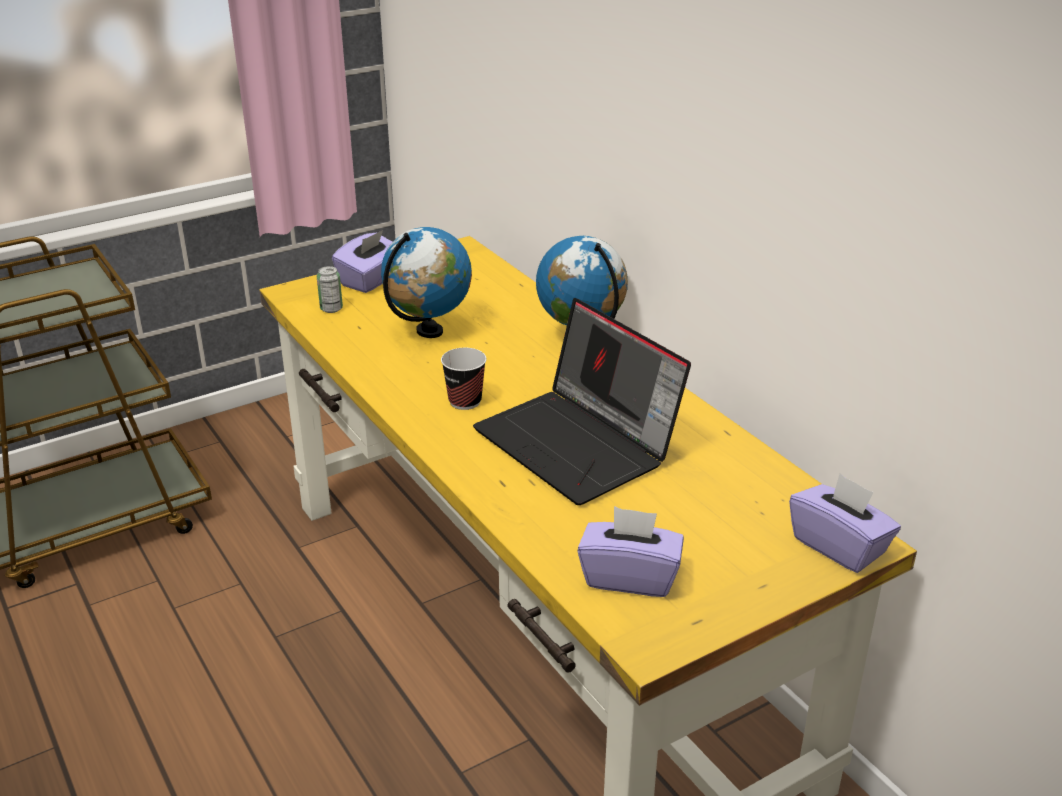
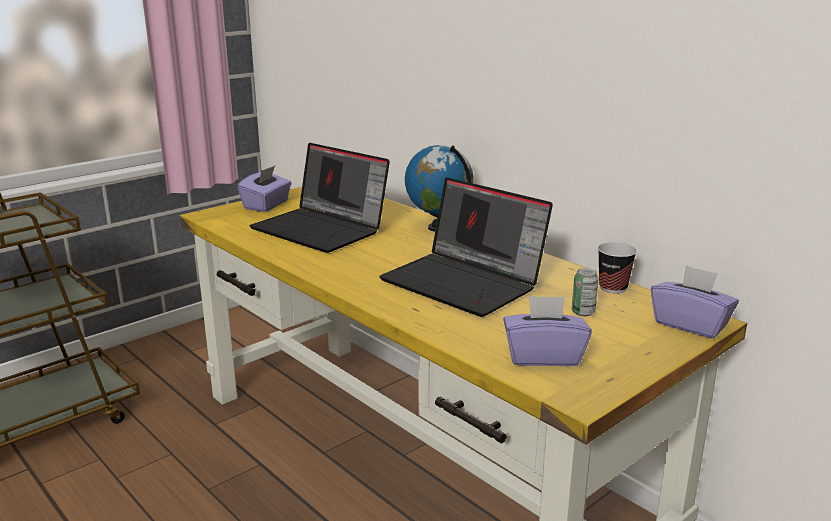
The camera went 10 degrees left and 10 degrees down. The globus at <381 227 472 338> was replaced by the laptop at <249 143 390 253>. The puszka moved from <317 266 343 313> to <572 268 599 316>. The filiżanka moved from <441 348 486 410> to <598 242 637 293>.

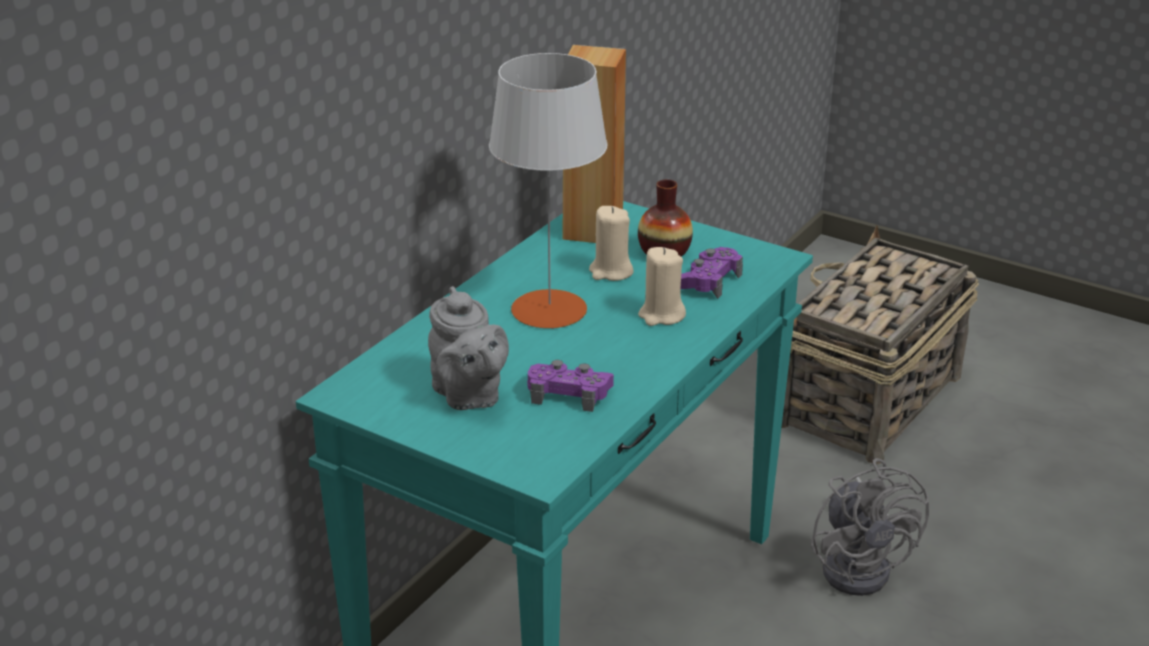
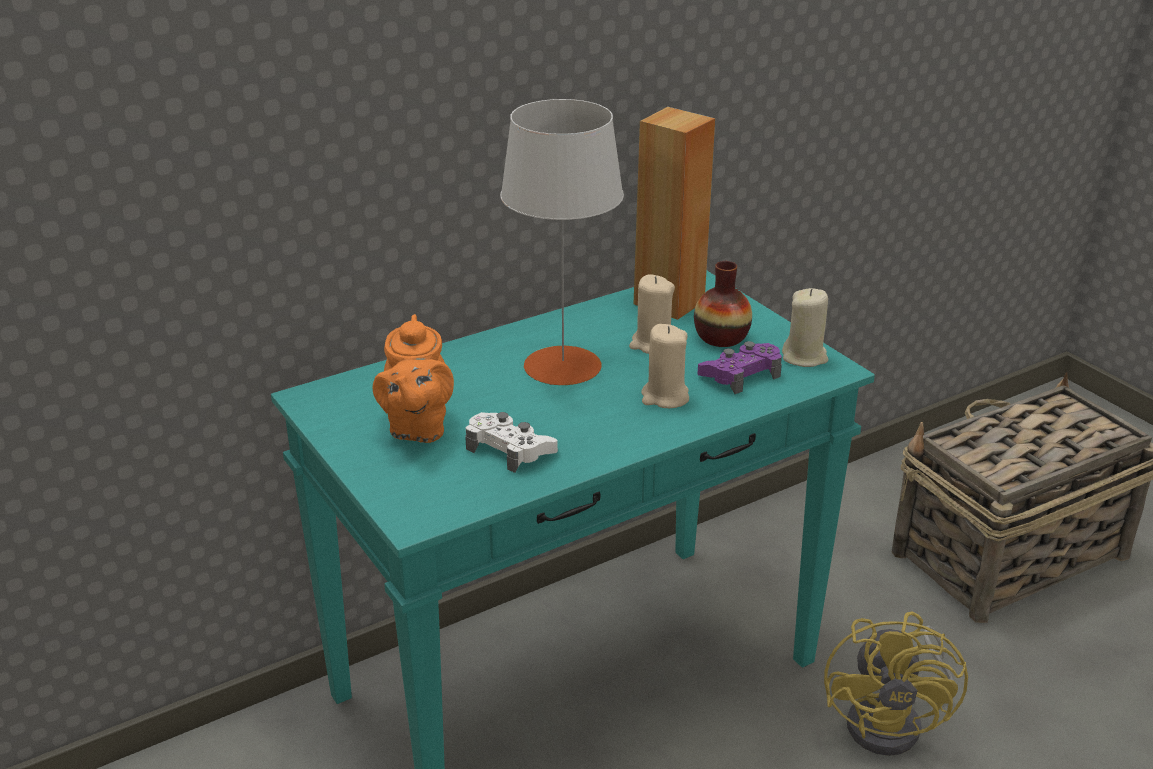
The camera went 25 degrees right and 0 degrees up. The imbryk/szary at <428 286 509 410> became the imbryk/pomarańczowy at <373 314 454 443>. The pad do gier/fioletowy at <527 360 614 412> became the pad do gier/biały at <465 412 558 473>. The wentylator/szary at <810 458 929 596> became the wentylator/żółty at <824 611 968 756>. The świeca/beżowy at <782 288 829 367> appeared.

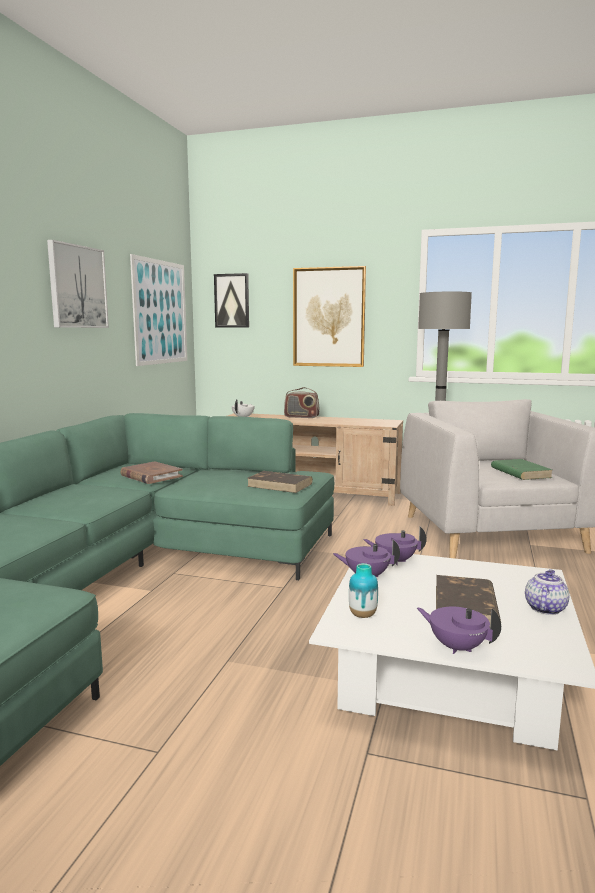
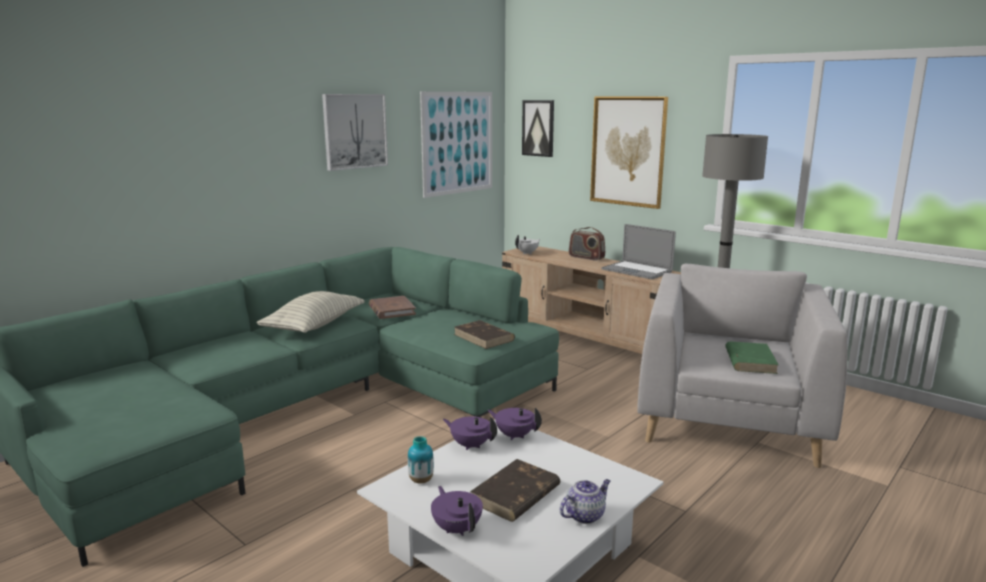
The camera went 25 degrees right and 5 degrees up. The laptop at <602 224 676 279> appeared. The poduszka at <256 291 365 333> appeared.

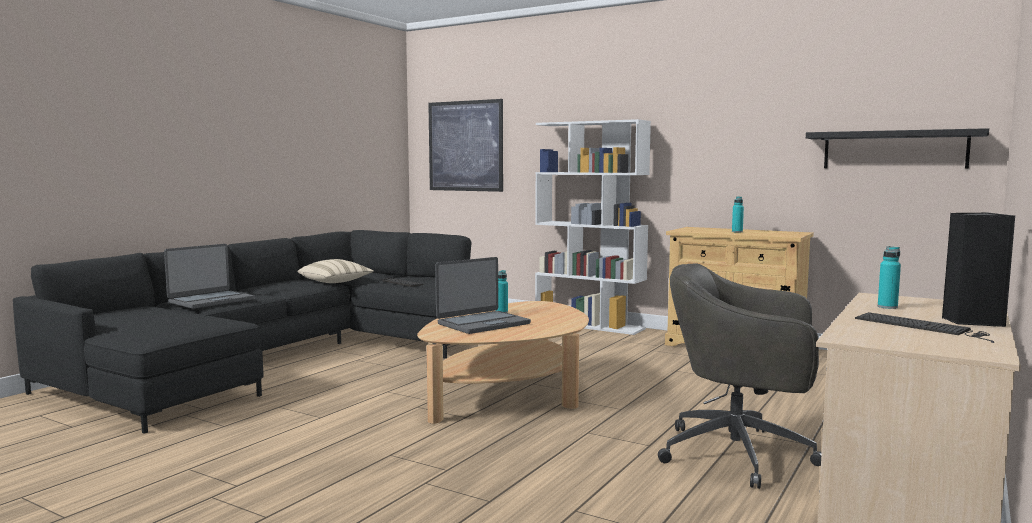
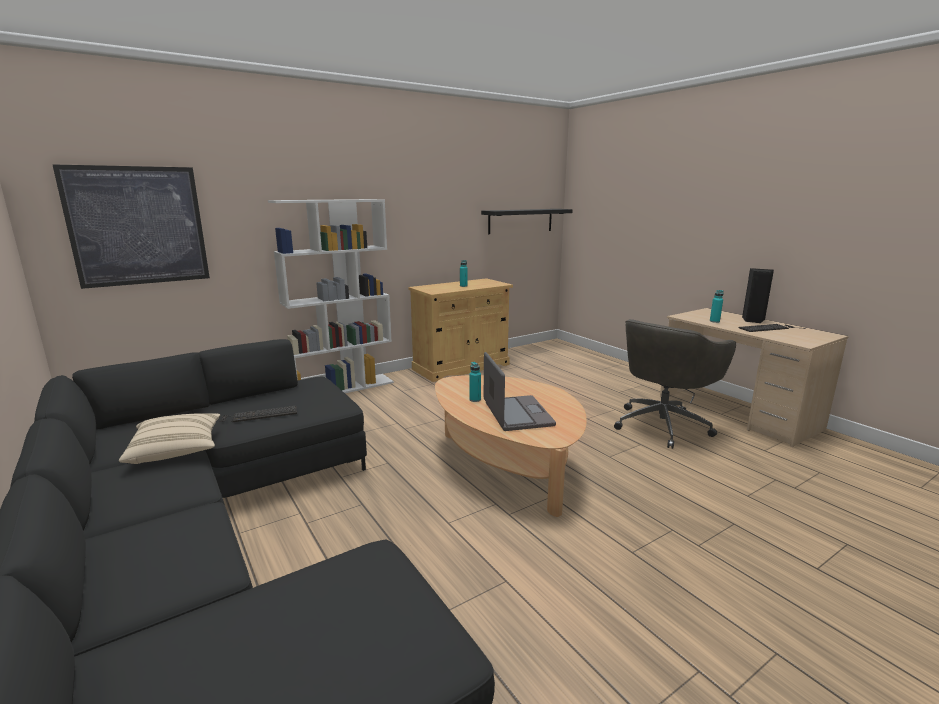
The camera went 65 degrees left and 10 degrees up. The laptop at <164 244 254 309> disappeared.

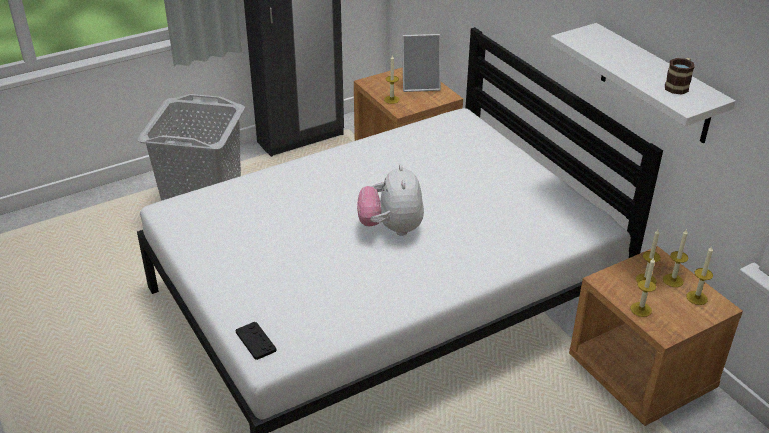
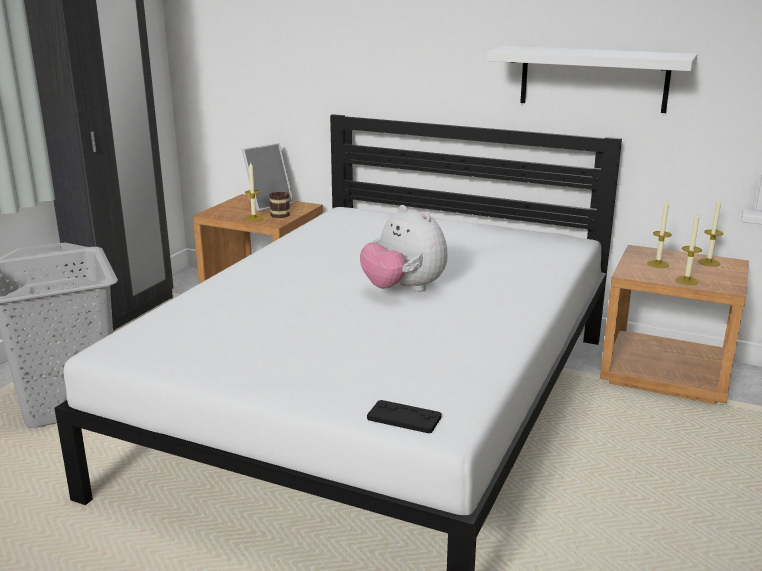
The camera went 35 degrees left and 15 degrees down. The kubek moved from <665 58 694 94> to <269 191 290 218>. The świeca at <663 229 688 287> disappeared.

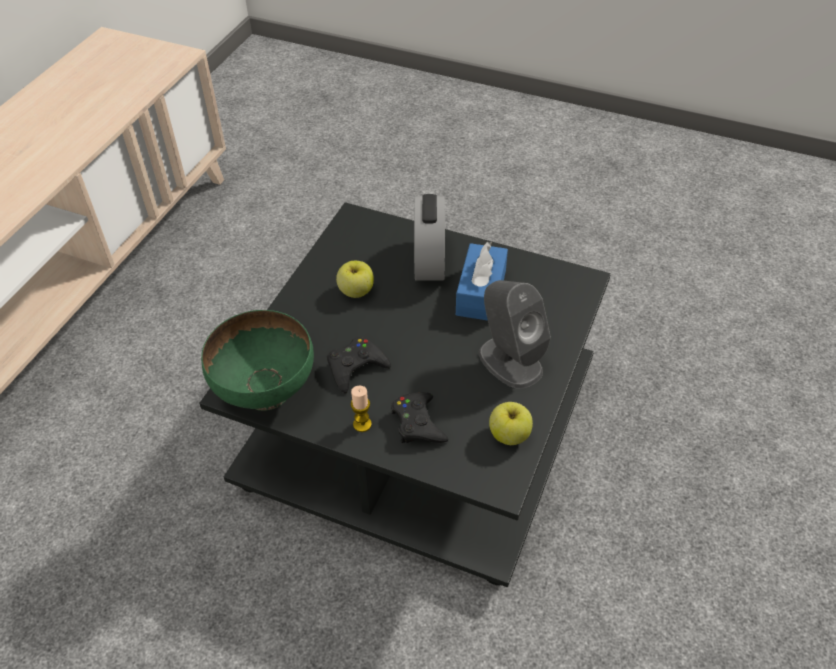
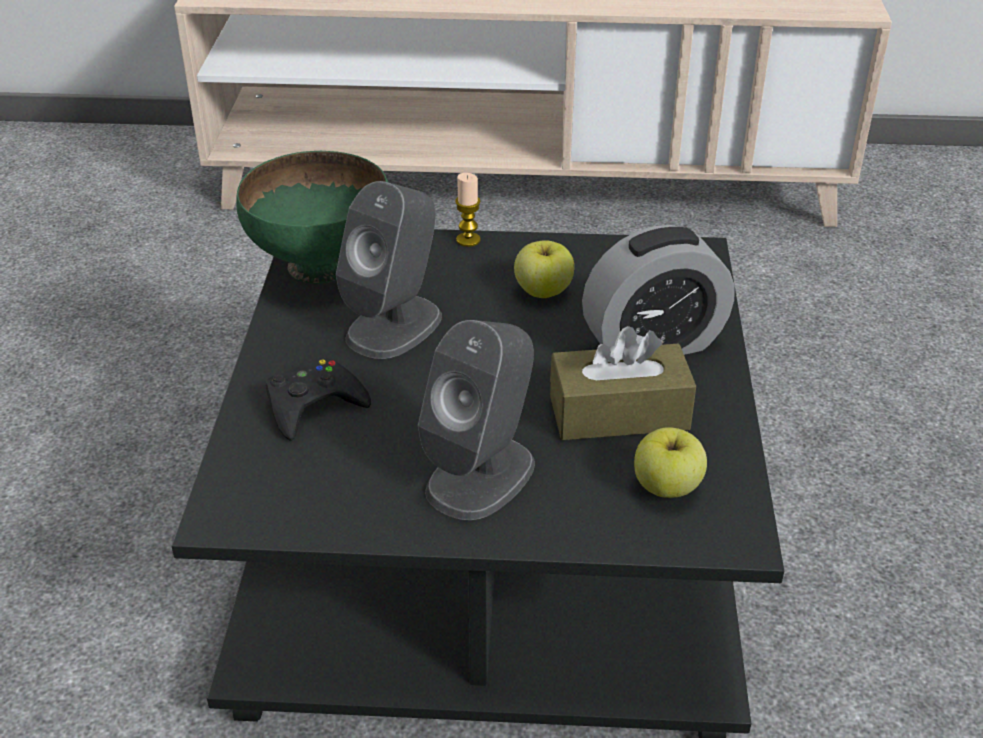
The camera went 70 degrees right and 10 degrees down. The pudełko chusteczek/niebieski at <456 242 508 320> became the pudełko chusteczek/brązowy at <550 326 696 440>. The pad do gier/czarny at <327 337 391 393> was replaced by the głośnik/szary at <336 181 442 359>. The świeca moved from <351 385 372 432> to <455 173 481 247>. The jabłko moved from <489 402 533 445> to <634 427 707 498>.

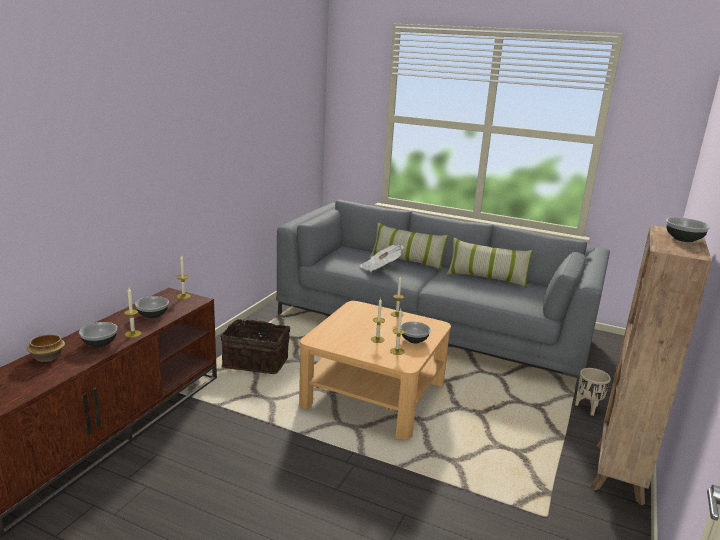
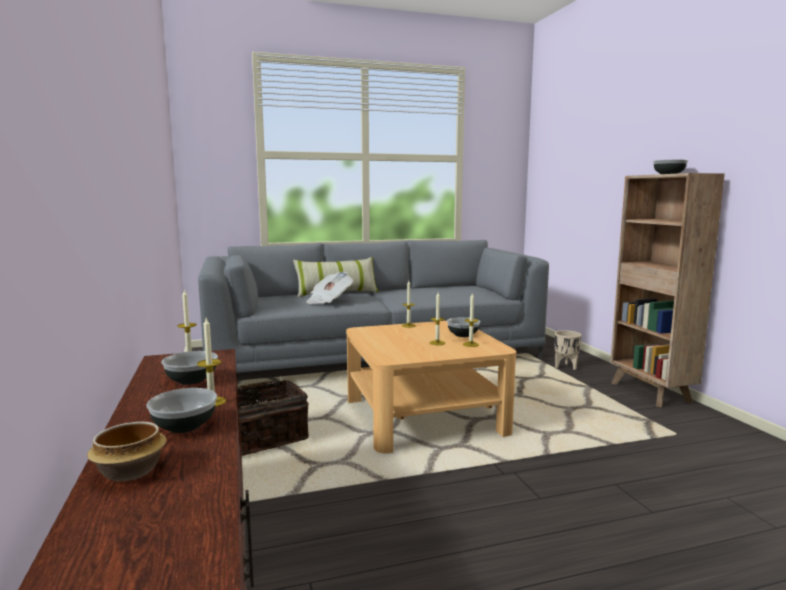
The camera went 40 degrees left and 10 degrees down. The poduszka at <447 238 533 288> disappeared.

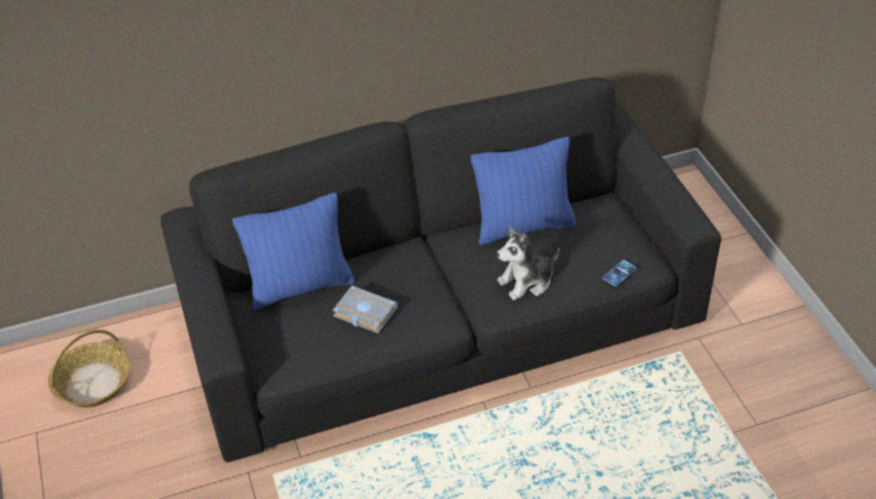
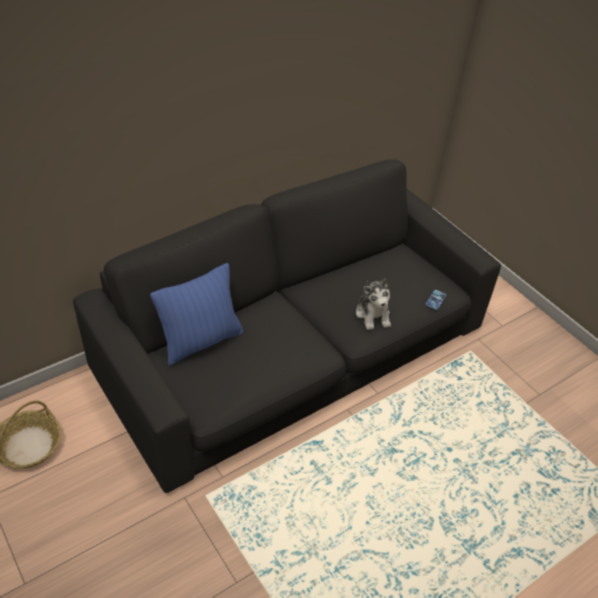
The camera went 20 degrees left and 0 degrees up. The poduszka/niebieski at <471 137 576 245> disappeared. The pluszak at <497 225 560 300> turned 60 degrees counterclockwise. The książka/szary at <332 286 398 334> disappeared.

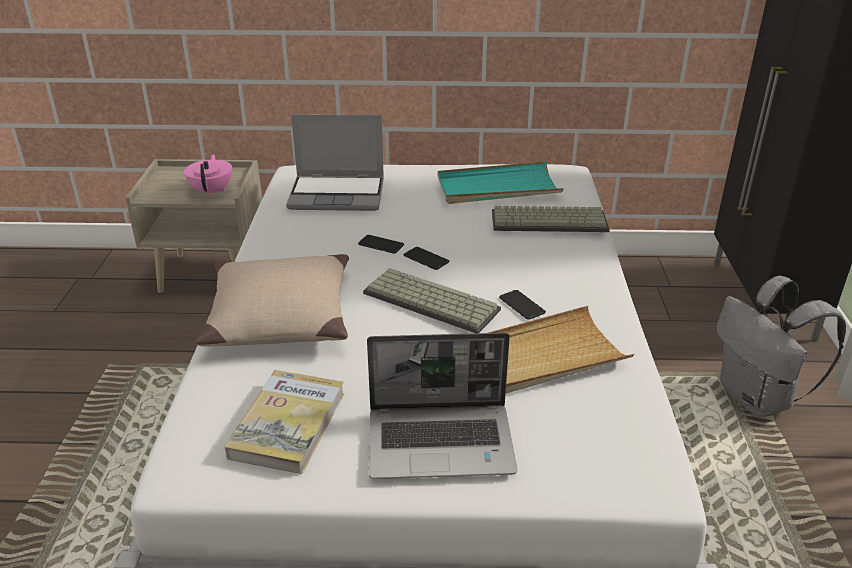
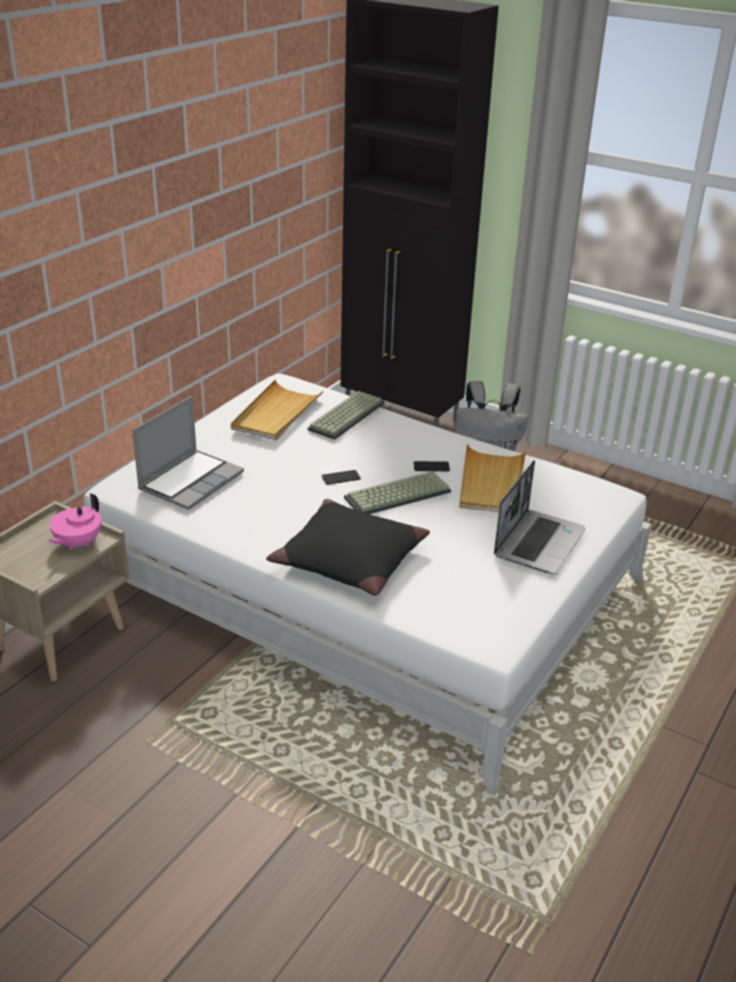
The camera went 60 degrees left and 0 degrees up. The imbryk/różowy at <184 154 232 197> turned 90 degrees counterclockwise. The taca/turkusowy at <438 161 564 204> became the taca/beżowy at <231 380 323 441>. The telefon at <358 235 404 254> disappeared. The poduszka/beżowy at <195 254 349 347> became the poduszka/czarny at <266 499 430 595>. The książka at <224 370 344 474> disappeared.

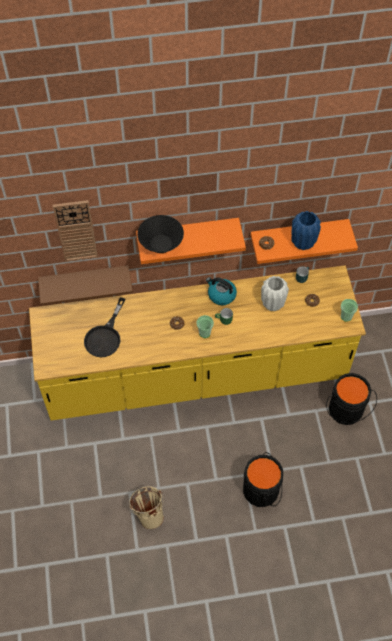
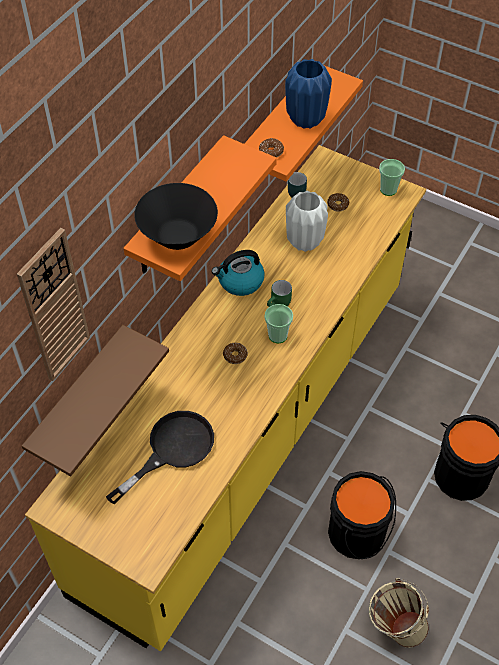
The camera went 50 degrees left and 5 degrees down. The patelnia/czarny at <84 297 125 357> turned 105 degrees counterclockwise. The wiadro/czarny moved from <326 373 377 425> to <328 471 396 559>.

